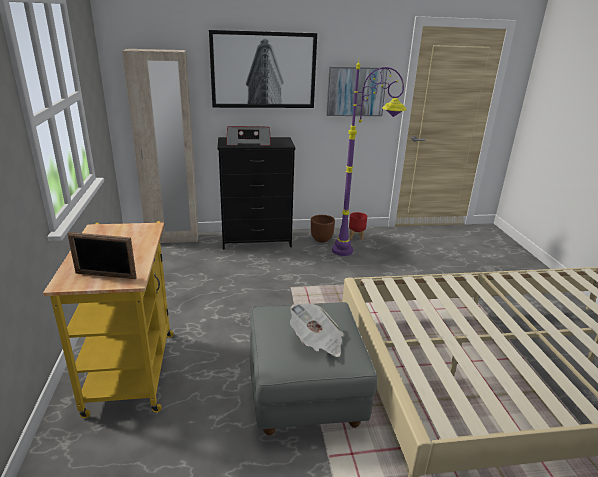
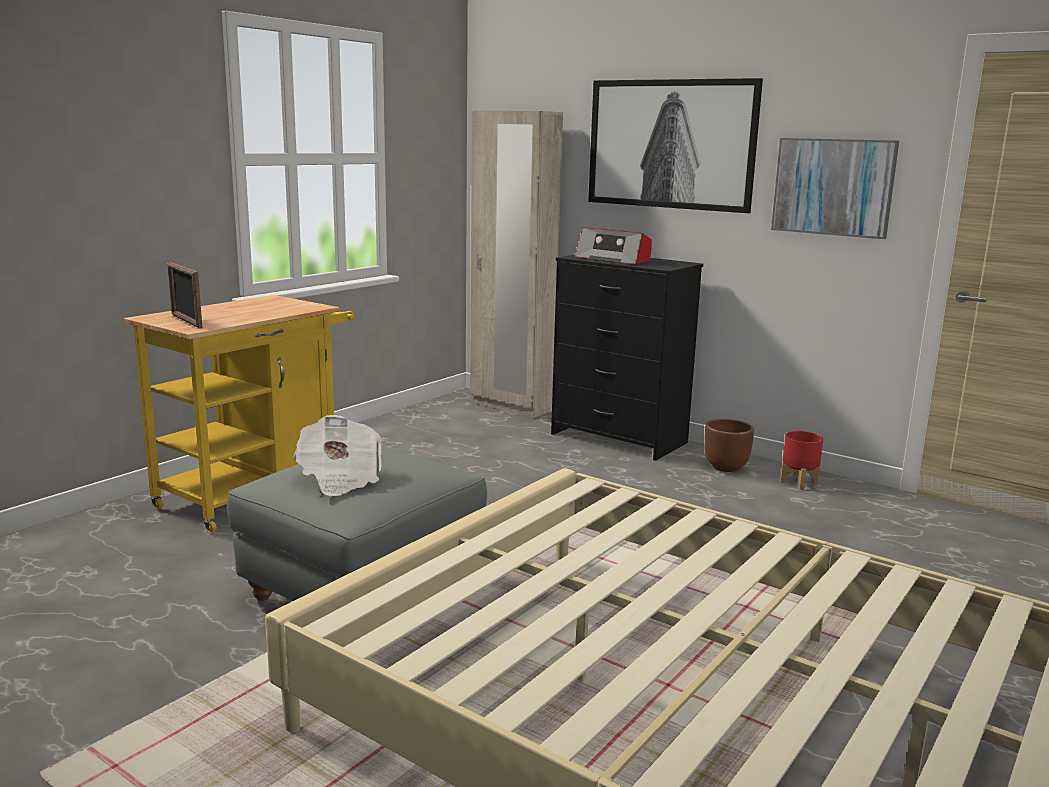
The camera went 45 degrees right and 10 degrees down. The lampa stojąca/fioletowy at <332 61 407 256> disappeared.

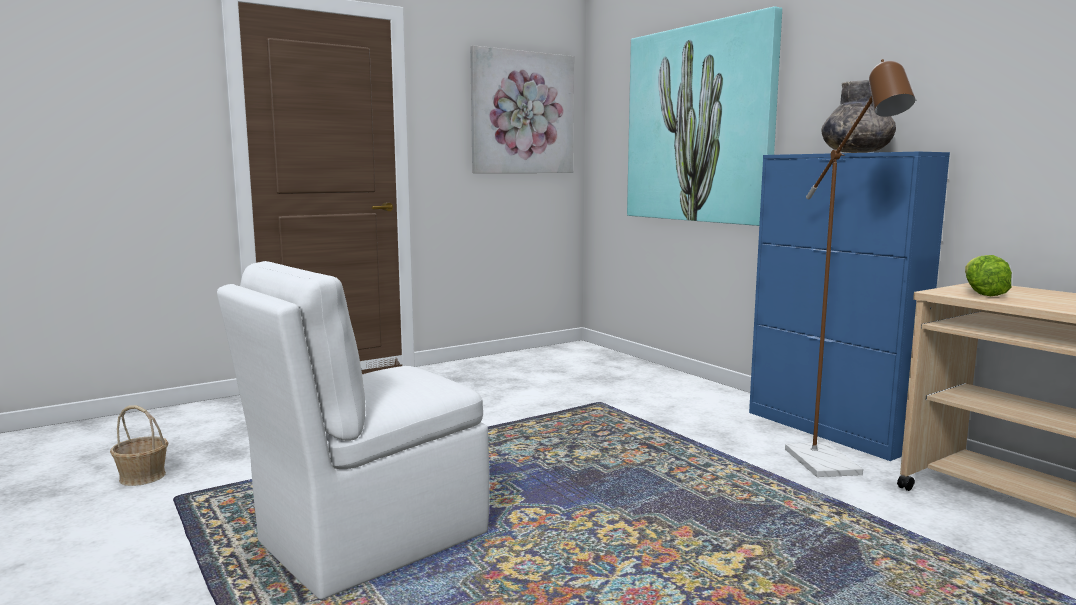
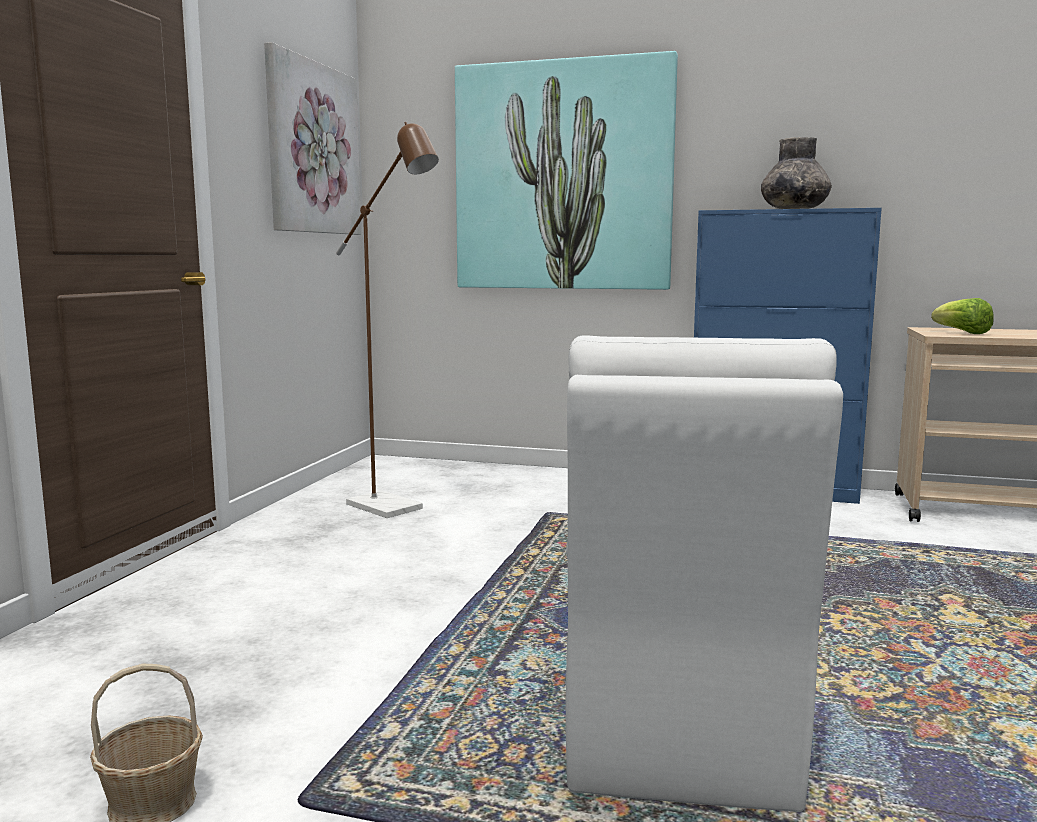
The camera went 40 degrees left and 0 degrees up. The lampa stojąca/brązowy moved from <785 59 915 477> to <336 122 439 518>.

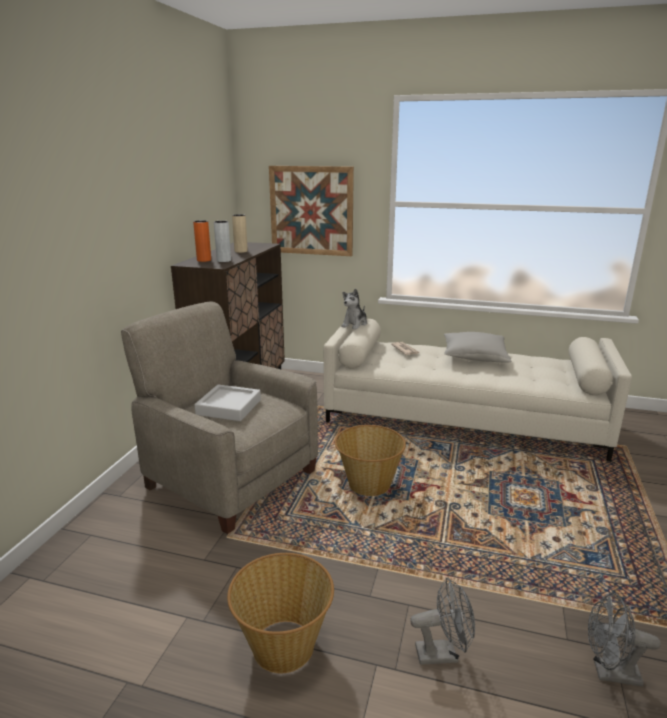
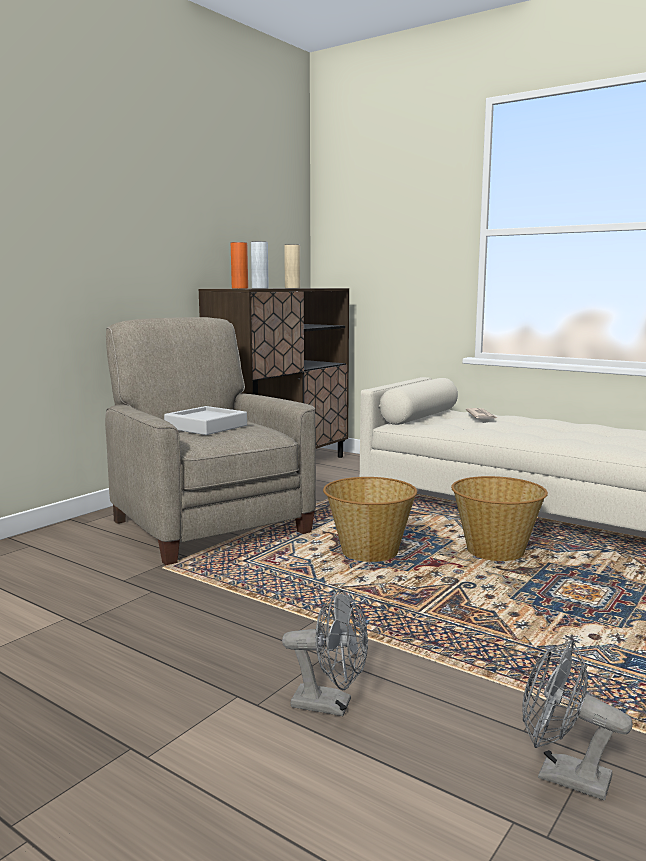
The camera went 20 degrees right and 10 degrees down. The obraz at <269 166 354 256> disappeared. The pluszak at <341 289 367 330> disappeared. The poduszka/szary at <444 332 511 362> disappeared. The koszyk moved from <227 553 334 673> to <451 476 548 561>.

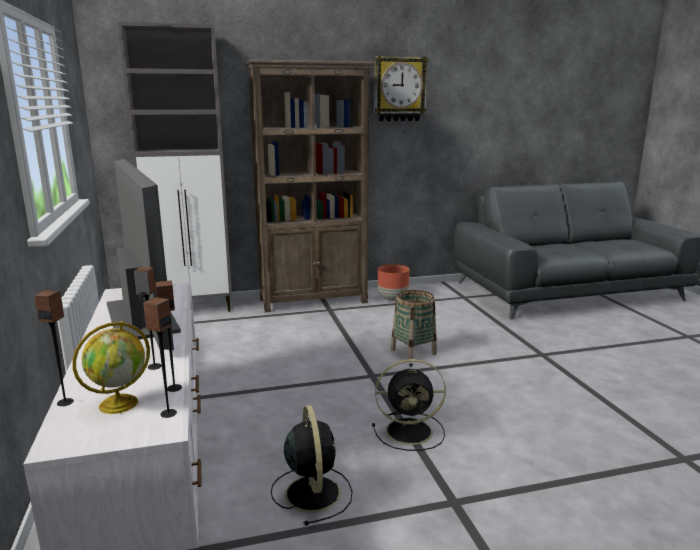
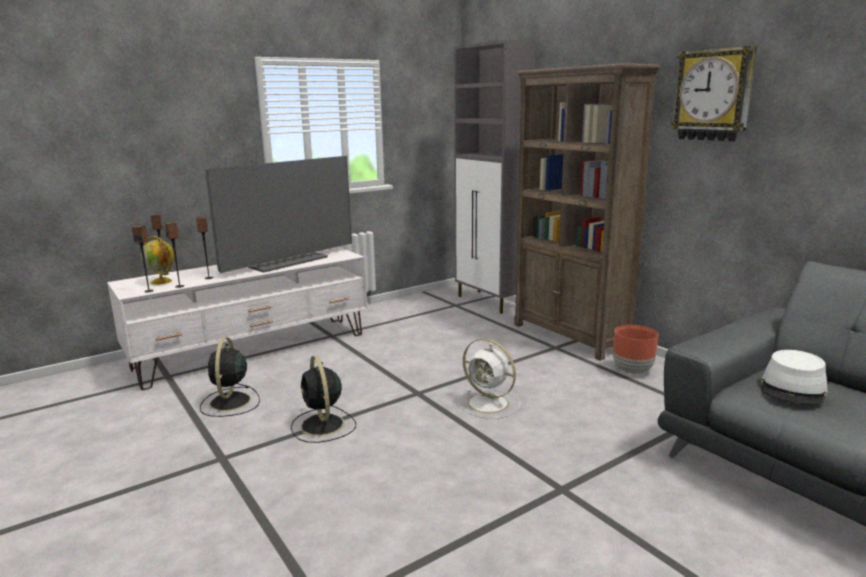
The camera went 70 degrees right and 0 degrees up. The koszyk at <391 290 437 359> was replaced by the wentylator/biały at <458 338 521 419>. The wentylator/czarny at <271 405 352 526> turned 120 degrees clockwise. The kapelusz/biały at <761 350 828 405> appeared.

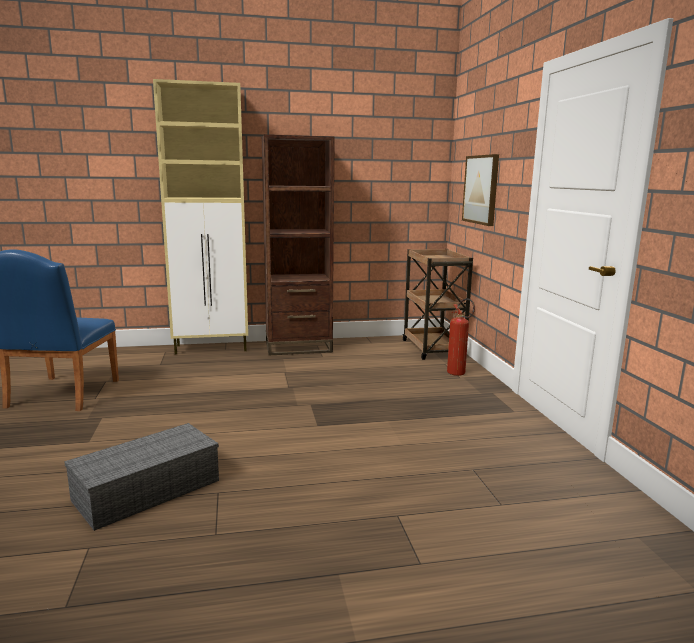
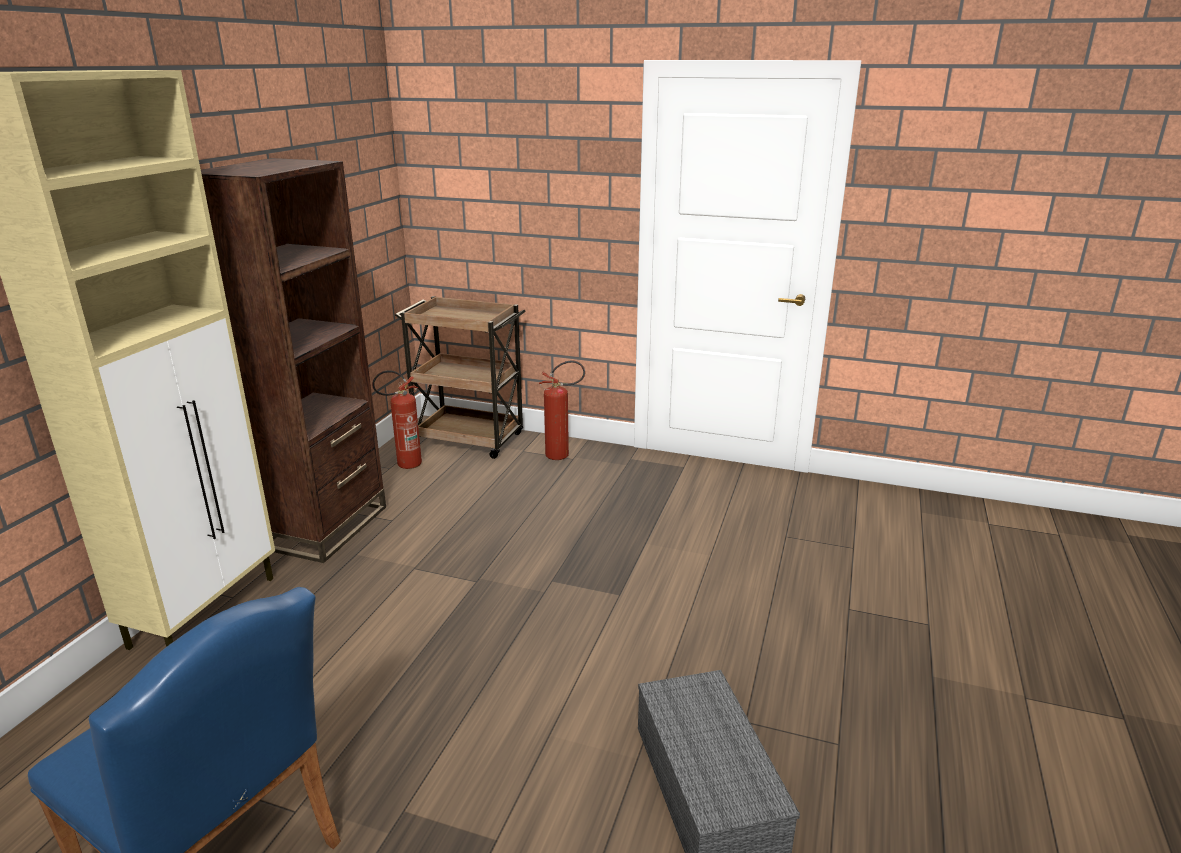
The camera went 60 degrees left and 10 degrees up. The obraz at <462 154 499 226> disappeared. The gaśnica at <372 370 422 469> appeared.

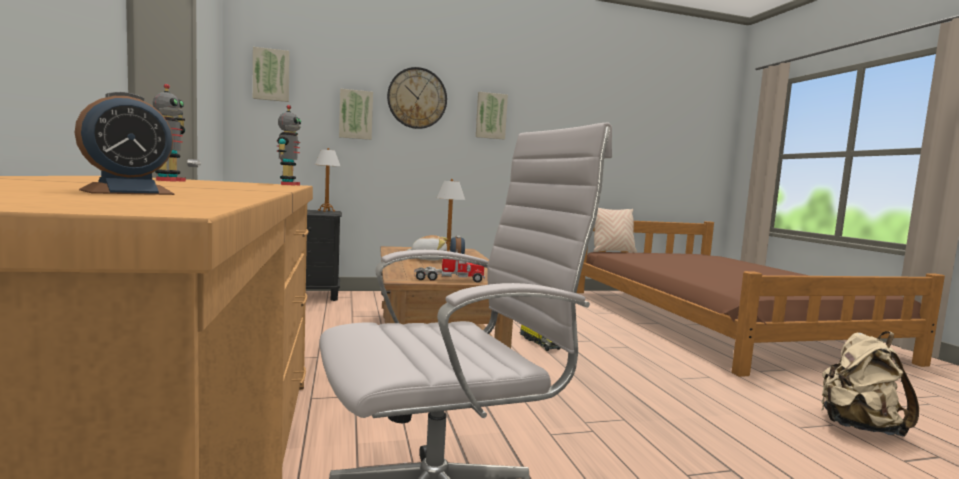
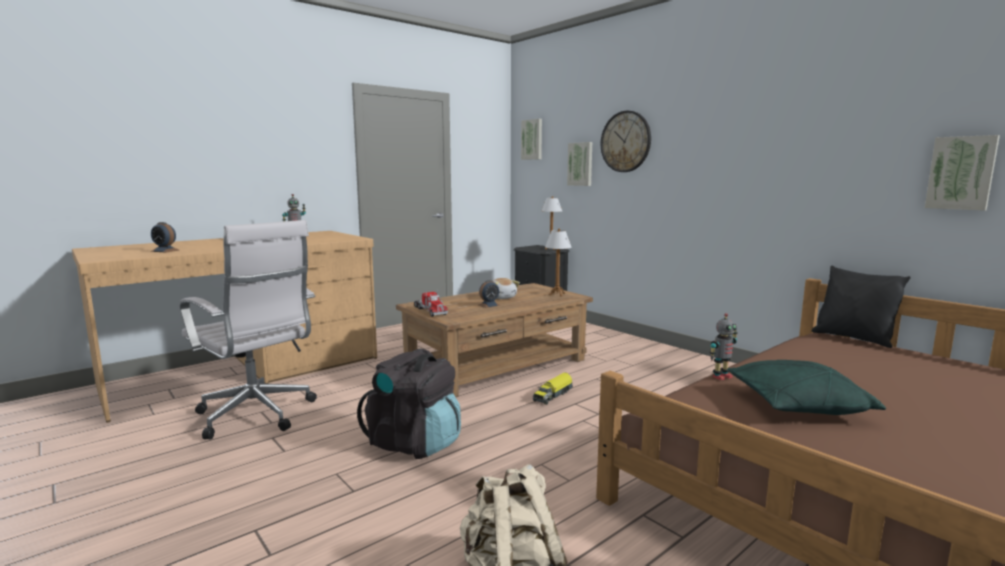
The camera went 65 degrees right and 5 degrees up. The obraz moved from <476 92 508 139> to <925 135 1000 211>. The robot zabawkowy moved from <277 105 301 186> to <709 313 738 380>. The poduszka/beżowy at <593 208 637 253> became the poduszka/czarny at <811 266 911 348>. The plecak/czarny at <357 349 461 459> appeared. The poduszka/zielony at <727 360 886 415> appeared.

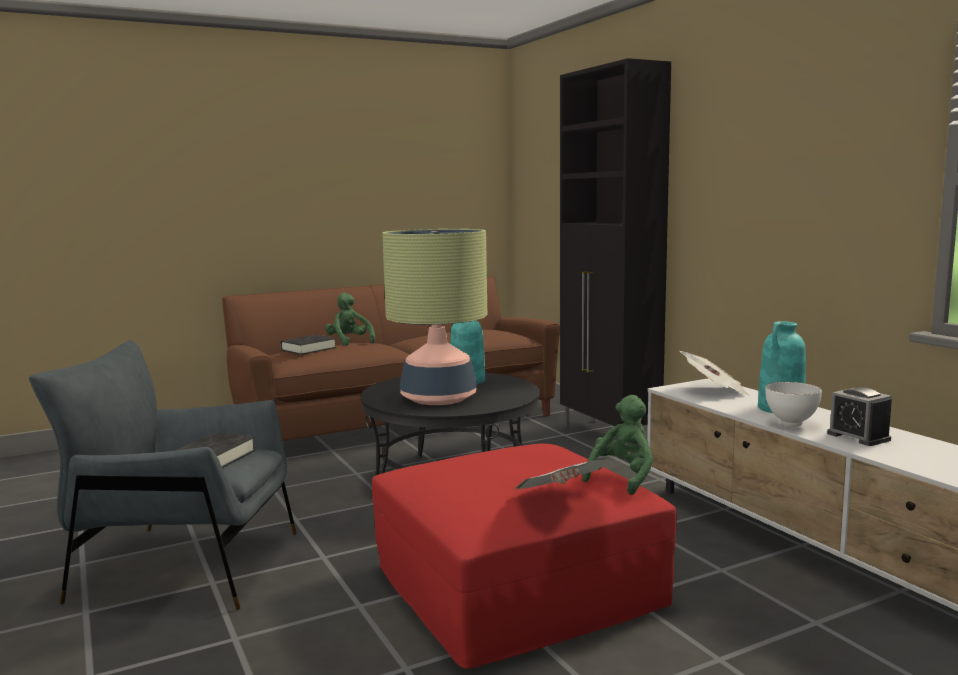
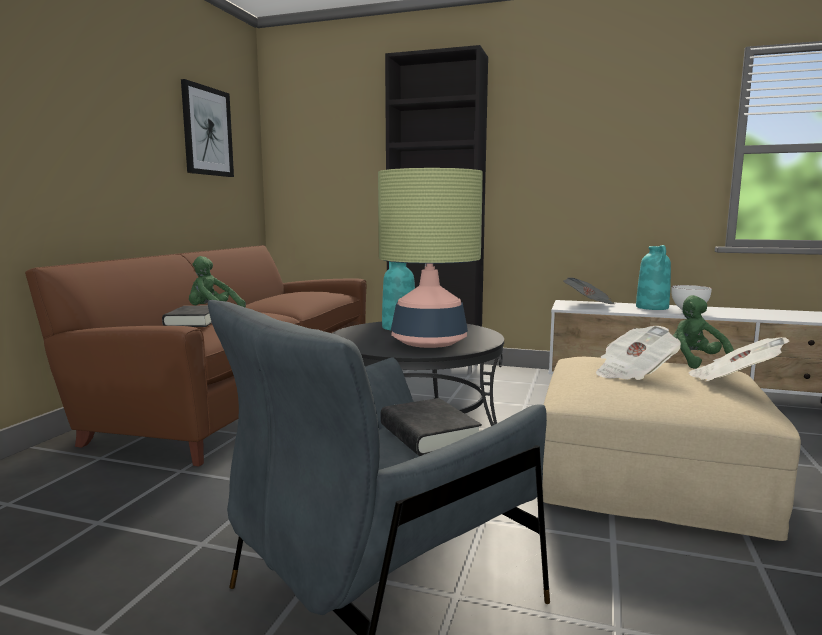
The camera went 45 degrees left and 0 degrees up. The budzik at <827 387 892 446> disappeared. The pufa/czerwony at <372 444 677 669> became the pufa/beżowy at <542 357 801 541>. The obraz at <181 79 234 177> appeared. The gazeta at <596 326 681 380> appeared.

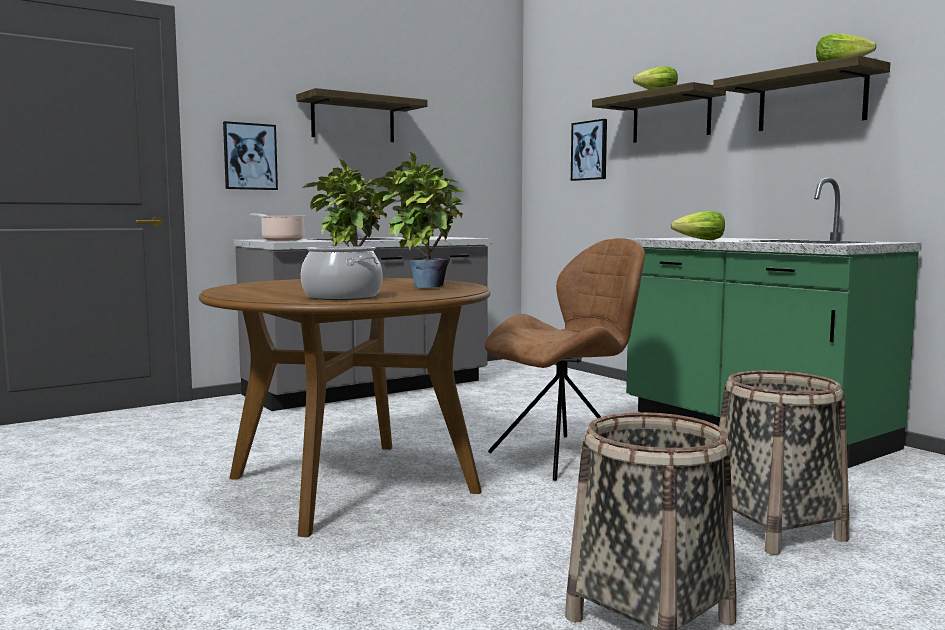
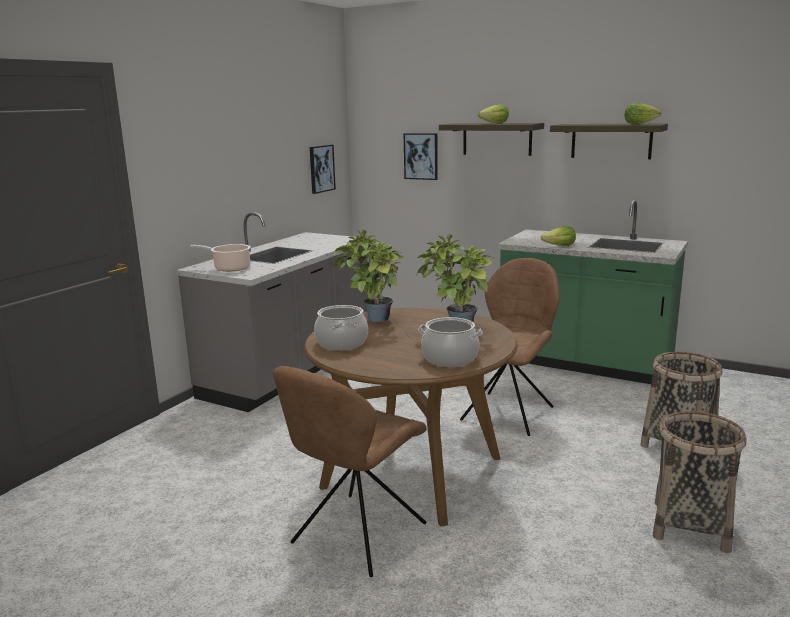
The camera went 25 degrees left and 10 degrees up. The półka at <296 88 427 142> disappeared. The obraz moved from <223 121 278 190> to <310 144 336 194>. The garnek at <314 305 368 350> appeared. The krzesło/brązowy at <273 366 427 577> appeared.

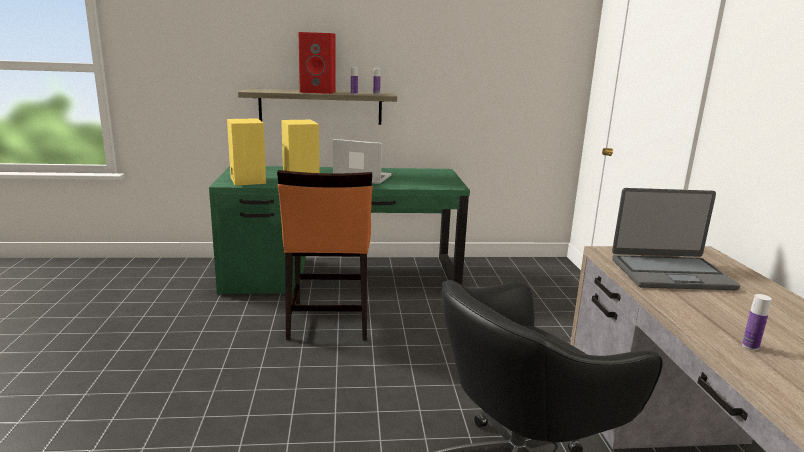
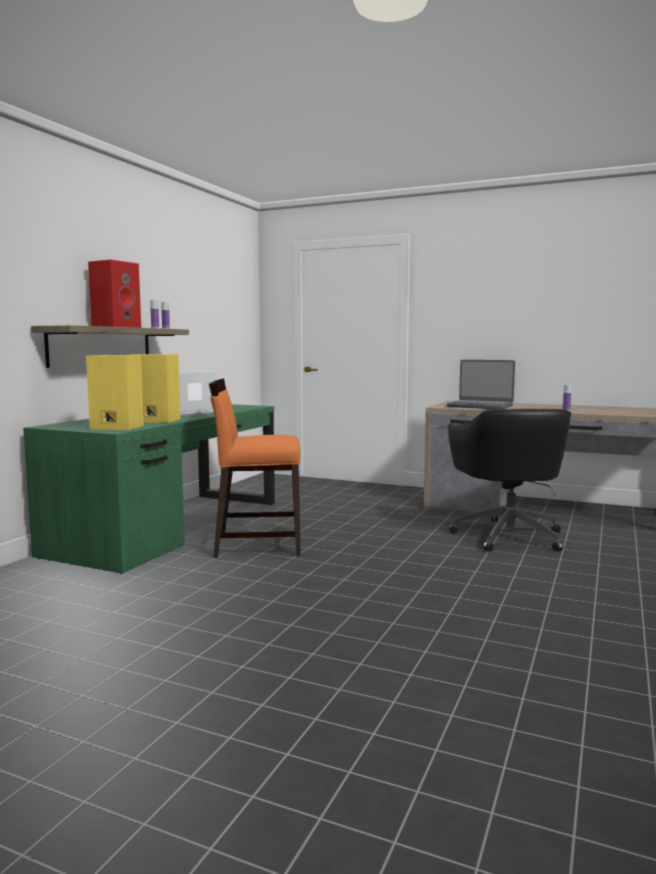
The camera went 60 degrees left and 10 degrees down. The krzesło/pomarańczowy at <277 170 373 340> turned 150 degrees clockwise. The laptop at <612 188 741 290> turned 90 degrees clockwise.

